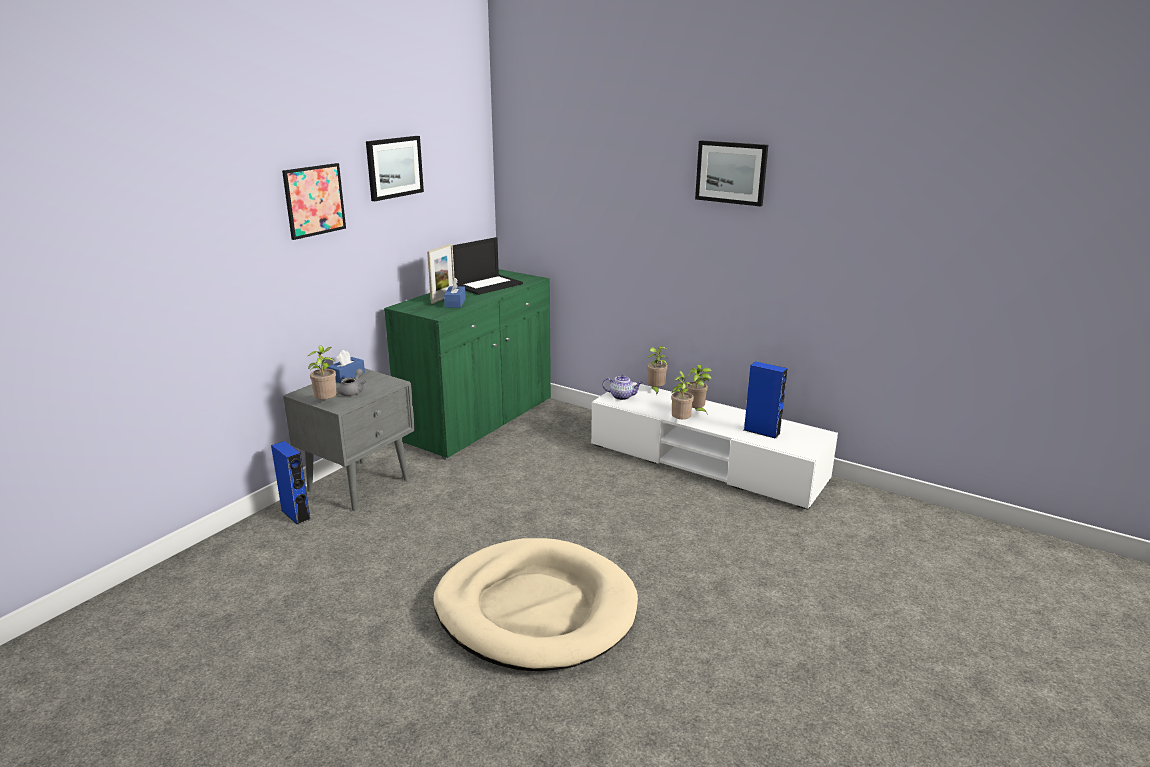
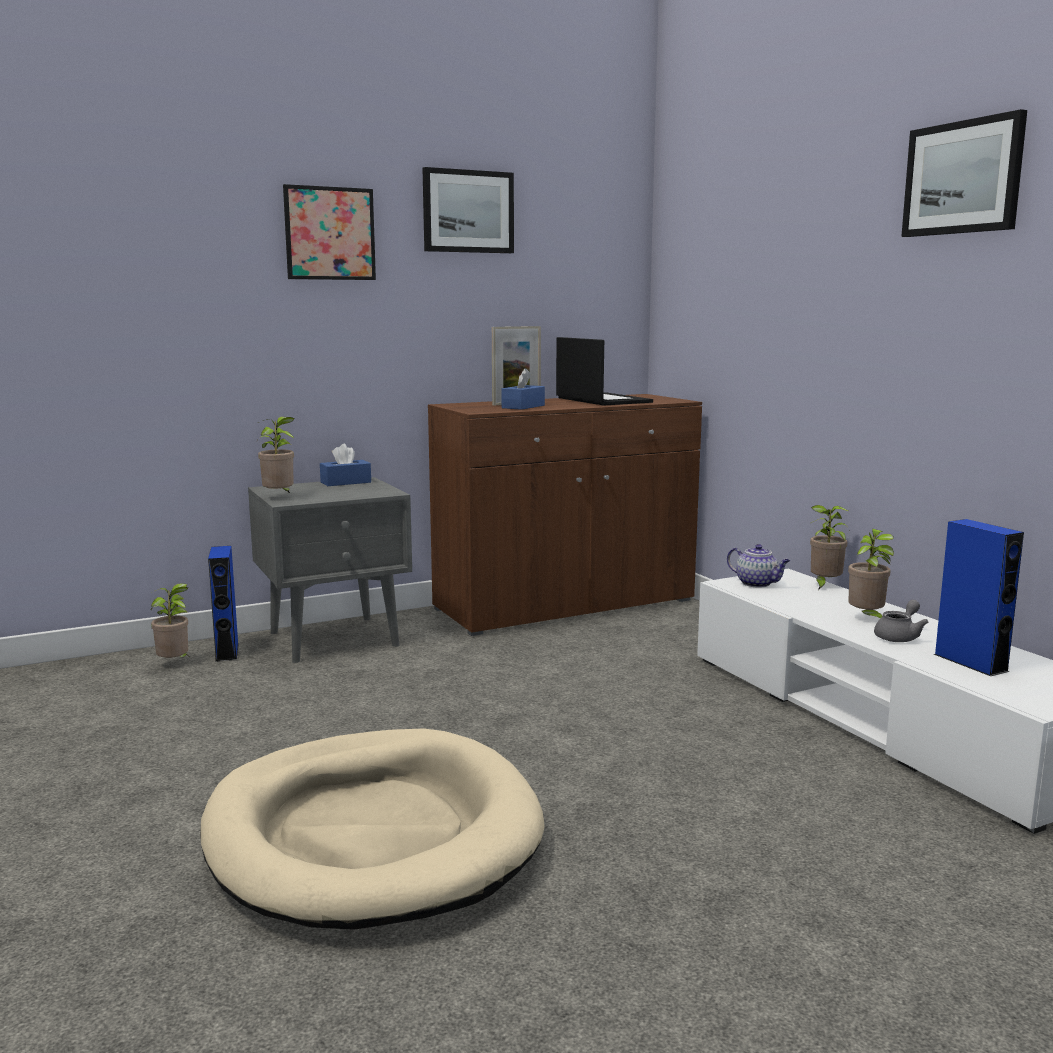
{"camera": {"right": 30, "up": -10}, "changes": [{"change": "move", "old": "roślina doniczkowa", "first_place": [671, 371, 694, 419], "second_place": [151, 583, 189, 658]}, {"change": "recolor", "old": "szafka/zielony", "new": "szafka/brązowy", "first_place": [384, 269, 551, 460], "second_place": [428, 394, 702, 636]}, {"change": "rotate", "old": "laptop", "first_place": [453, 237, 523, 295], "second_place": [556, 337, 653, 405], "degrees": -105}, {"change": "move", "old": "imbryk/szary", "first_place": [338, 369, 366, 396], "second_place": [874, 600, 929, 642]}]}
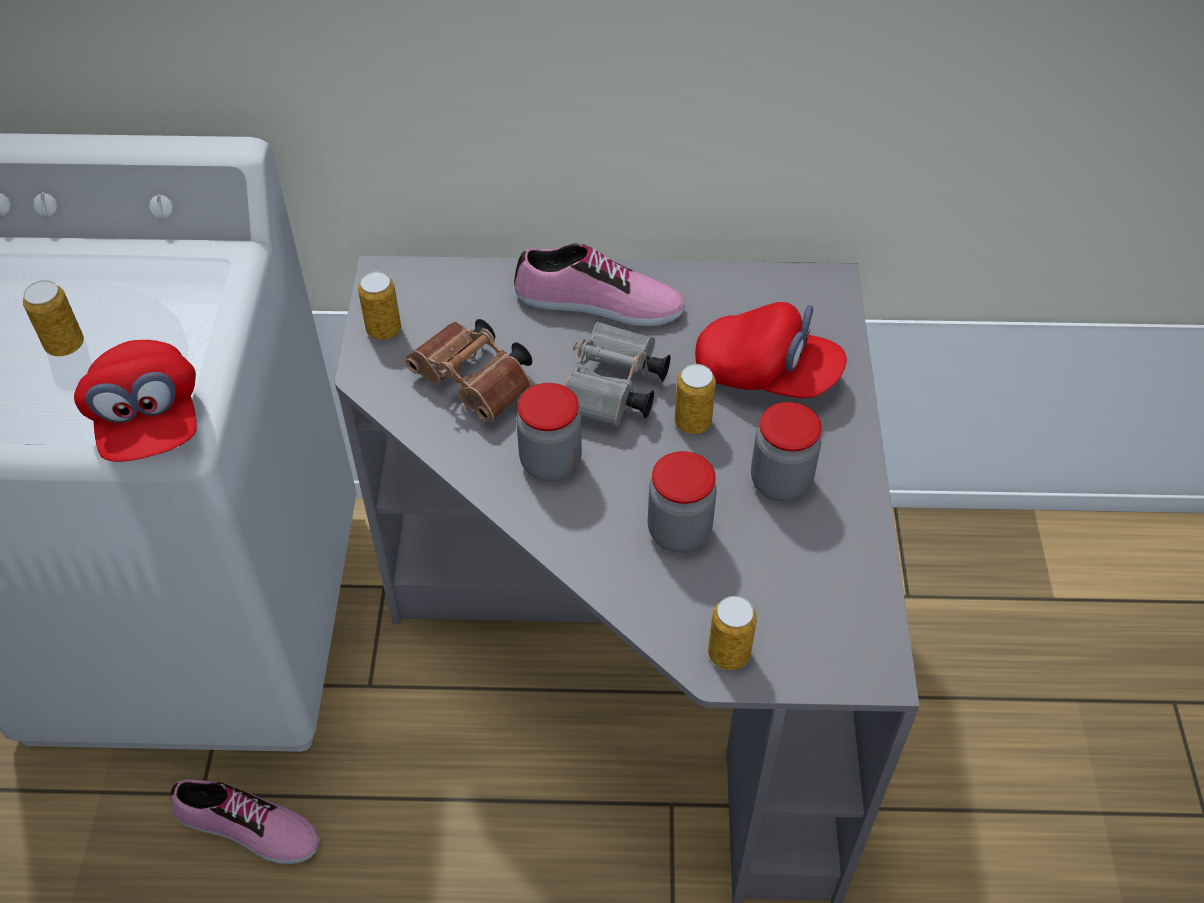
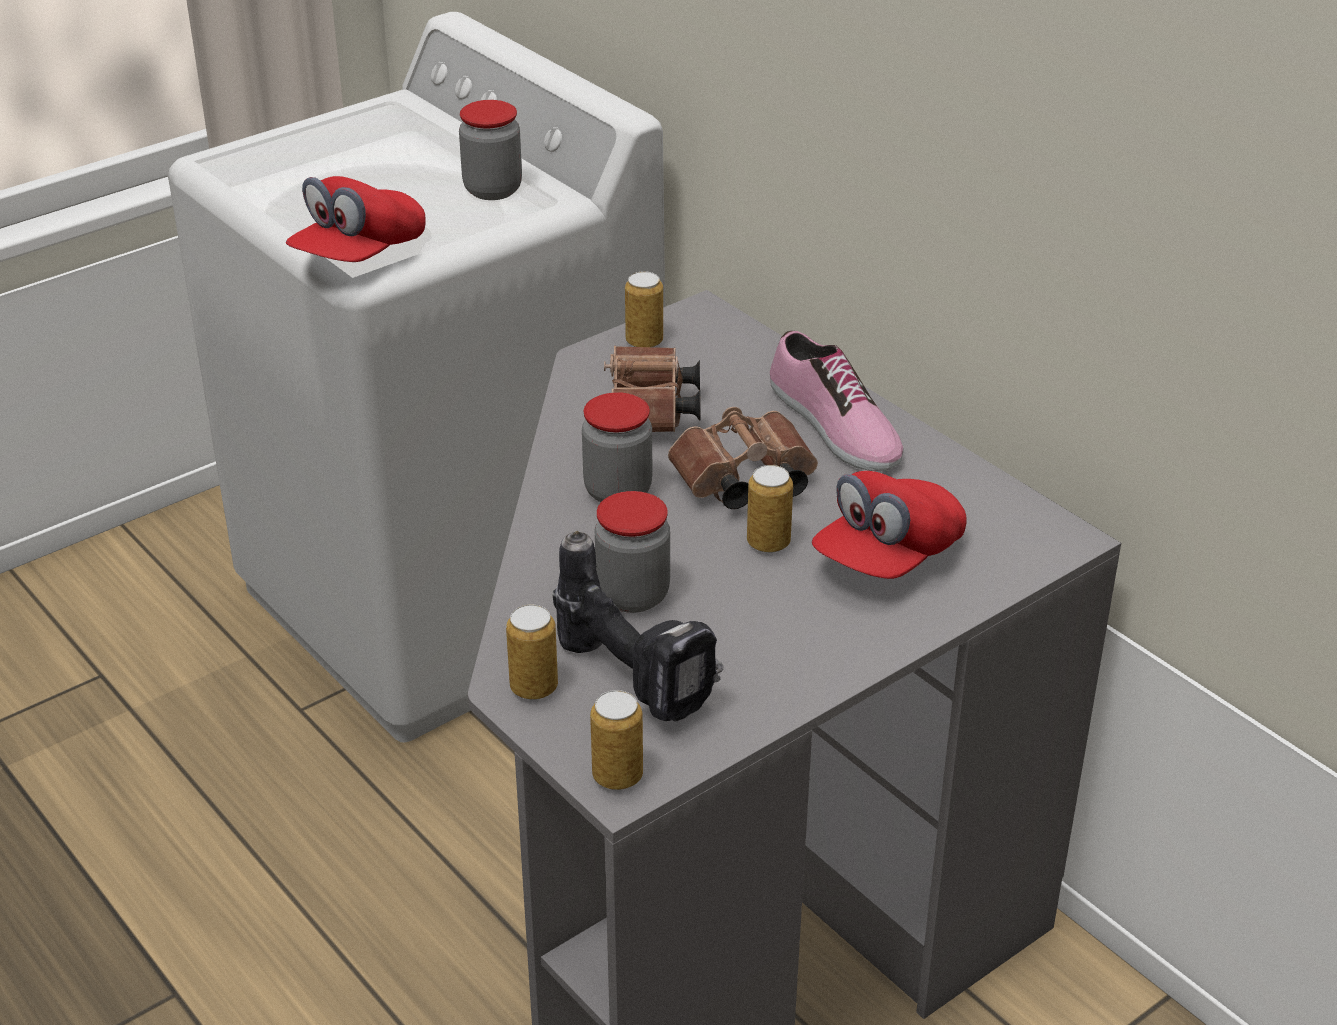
{"camera": {"right": 50, "up": -15}, "changes": [{"change": "move", "old": "słoik", "first_place": [751, 402, 822, 501], "second_place": [459, 100, 522, 200]}, {"change": "insert", "new": "wiertarka", "second_place": [552, 531, 724, 722]}, {"change": "move", "old": "puszka", "first_place": [23, 280, 84, 356], "second_place": [590, 690, 643, 790]}, {"change": "recolor", "old": "lornetka/szary", "new": "lornetka/brązowy", "first_place": [565, 322, 670, 426], "second_place": [668, 407, 818, 509]}, {"change": "rotate", "old": "czapka z daszkiem/czerwony", "first_place": [695, 302, 847, 398], "second_place": [812, 471, 966, 579], "degrees": 60}, {"change": "delete", "old": "but", "first_place": [171, 779, 320, 864]}]}
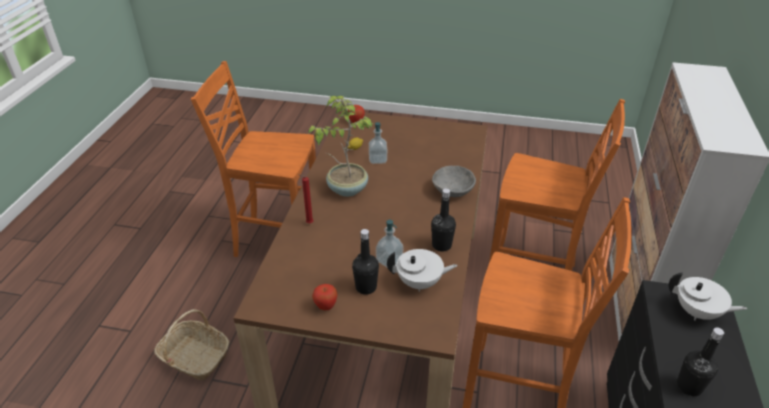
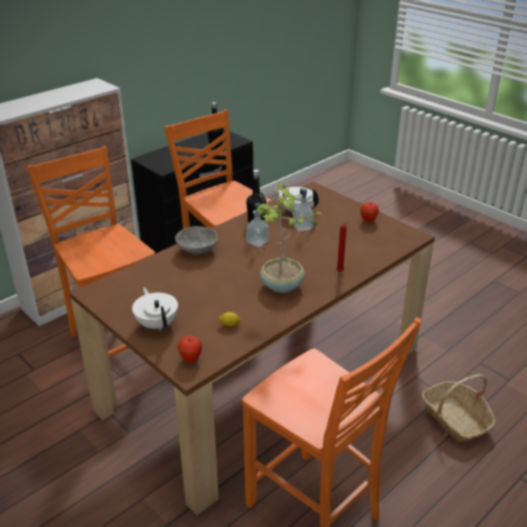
{"camera": {"right": -145, "up": -5}, "changes": [{"change": "move", "old": "imbryk/biały", "first_place": [669, 272, 747, 320], "second_place": [132, 287, 178, 331]}, {"change": "move", "old": "dozownik mydła", "first_place": [369, 122, 387, 164], "second_place": [246, 203, 269, 247]}, {"change": "delete", "old": "butelka/czarny", "first_place": [352, 229, 379, 295]}]}
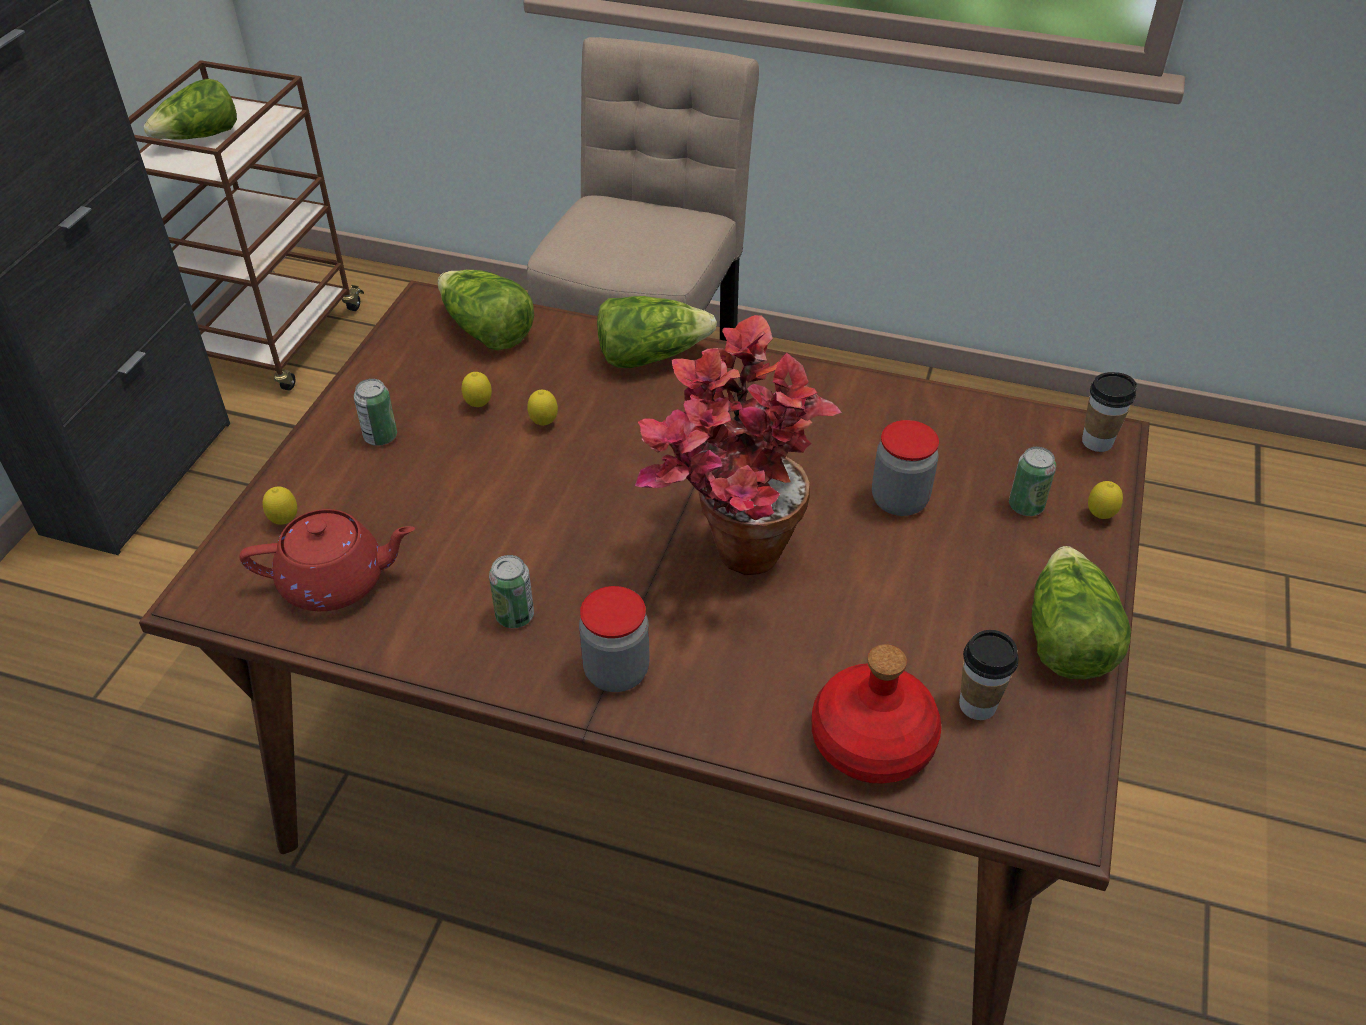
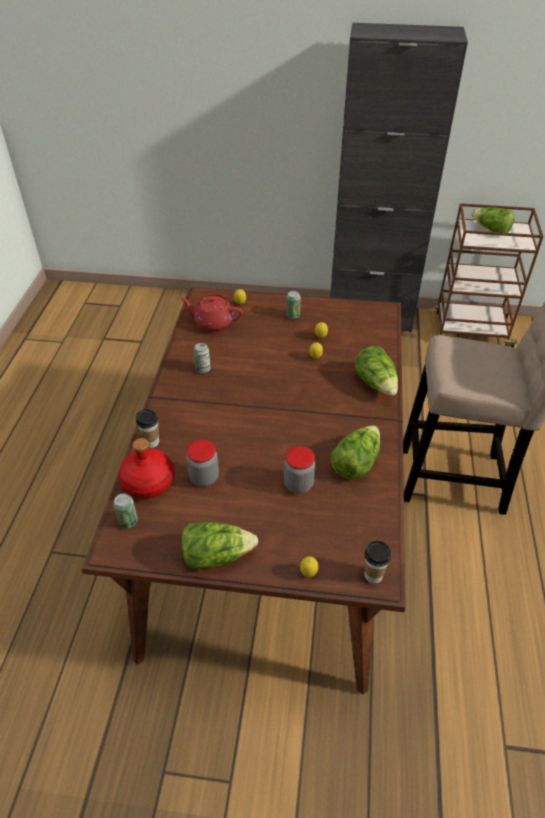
{"camera": {"right": 80, "up": 0}, "changes": [{"change": "move", "old": "puszka", "first_place": [1009, 447, 1056, 516], "second_place": [113, 493, 138, 528]}, {"change": "move", "old": "filiżanka", "first_place": [959, 630, 1019, 720], "second_place": [136, 409, 159, 448]}, {"change": "rotate", "old": "imbryk/czerwony", "first_place": [239, 509, 415, 611], "second_place": [179, 294, 243, 331], "degrees": 120}, {"change": "move", "old": "słoik", "first_place": [579, 586, 650, 692], "second_place": [186, 440, 219, 487]}, {"change": "move", "old": "sałata", "first_place": [438, 270, 534, 350], "second_place": [330, 426, 380, 480]}, {"change": "delete", "old": "roślina doniczkowa", "first_place": [635, 315, 842, 575]}]}
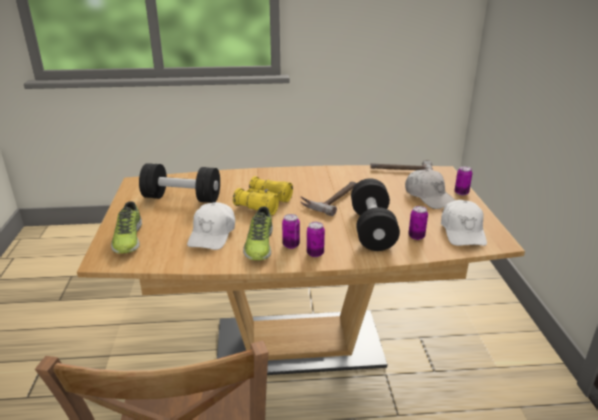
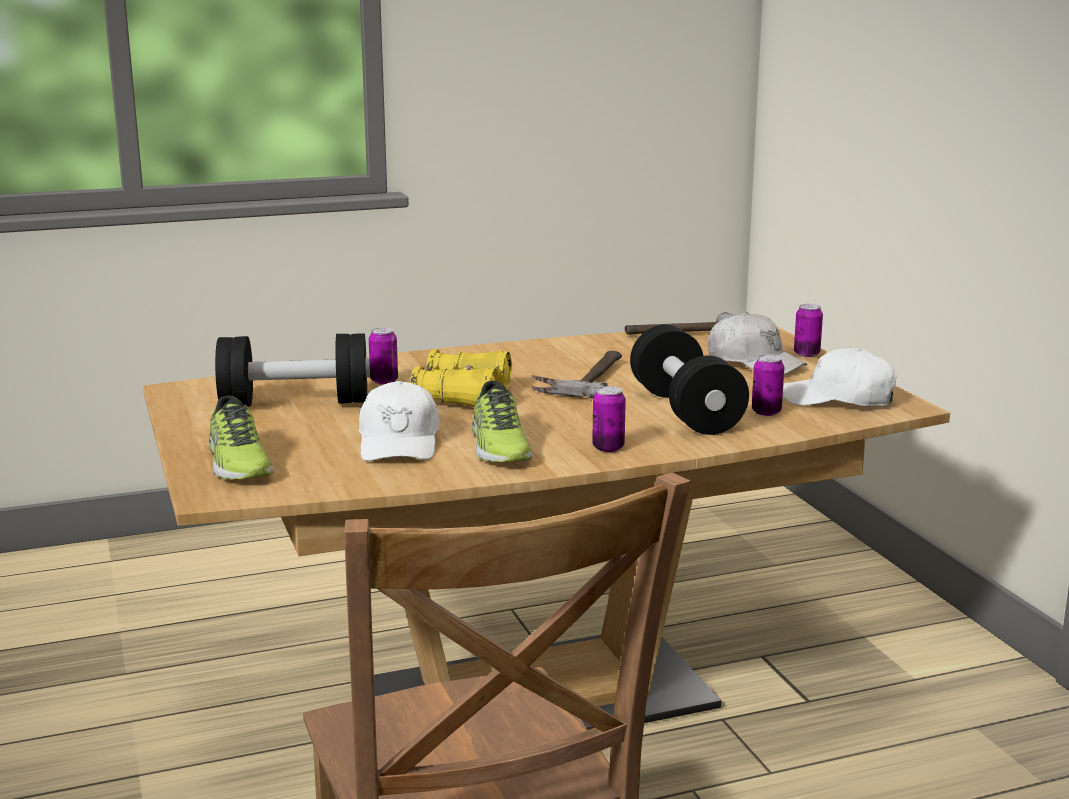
{"camera": {"right": -15, "up": -10}, "changes": [{"change": "move", "old": "puszka", "first_place": [282, 214, 300, 249], "second_place": [369, 327, 398, 385]}, {"change": "rotate", "old": "czapka z daszkiem/biały", "first_place": [441, 200, 487, 246], "second_place": [783, 348, 897, 406], "degrees": 120}]}
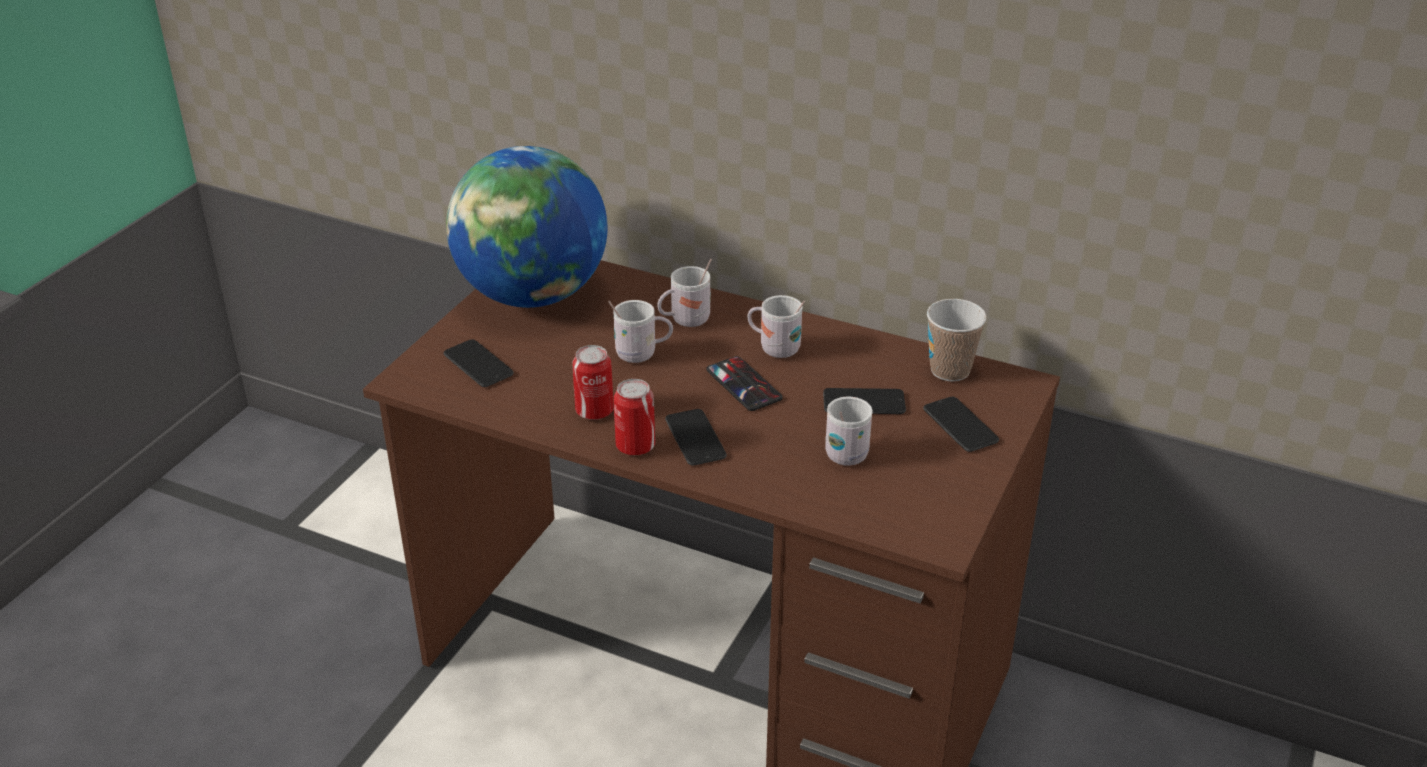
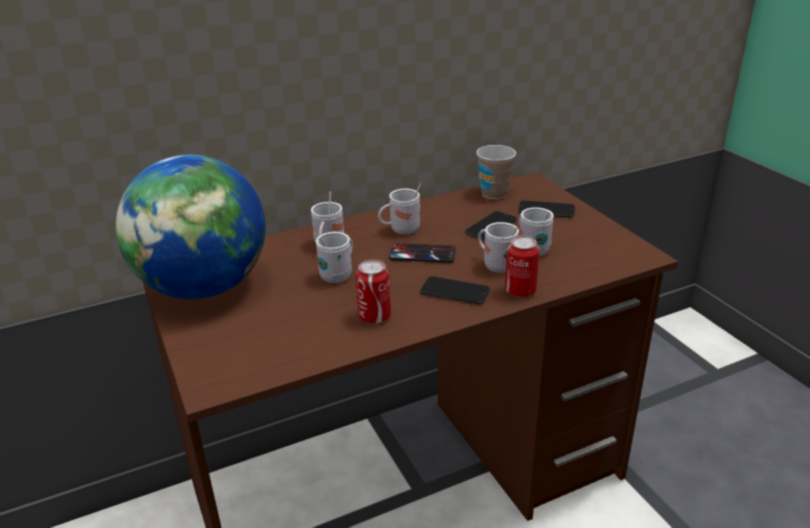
{"camera": {"right": -50, "up": -5}, "changes": [{"change": "insert", "new": "kubek/biały", "second_place": [478, 222, 519, 273]}, {"change": "move", "old": "puszka", "first_place": [614, 379, 655, 455], "second_place": [505, 236, 539, 298]}, {"change": "delete", "old": "telefon", "first_place": [444, 339, 514, 387]}]}
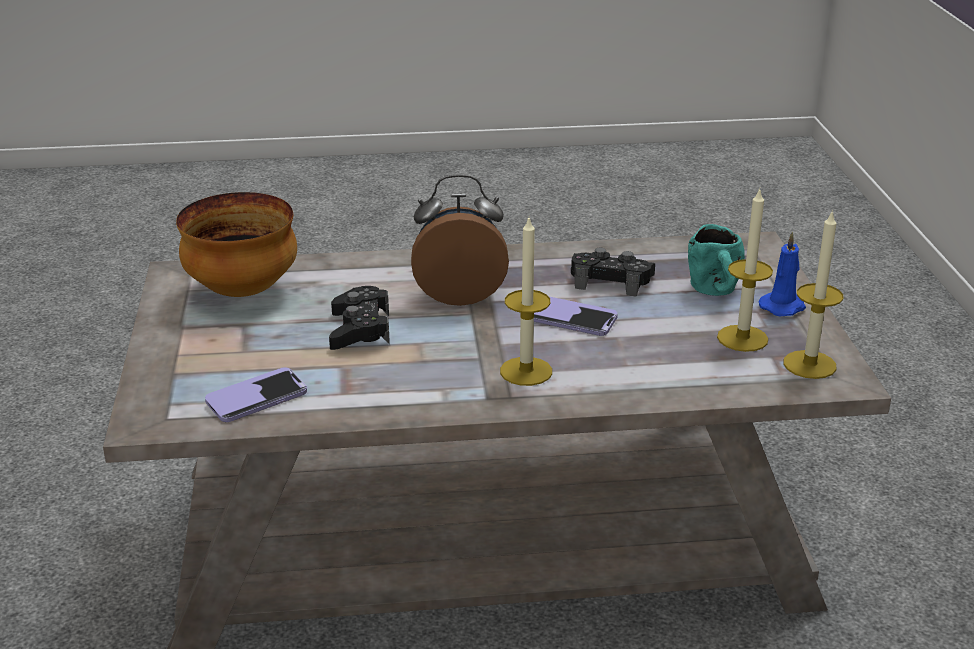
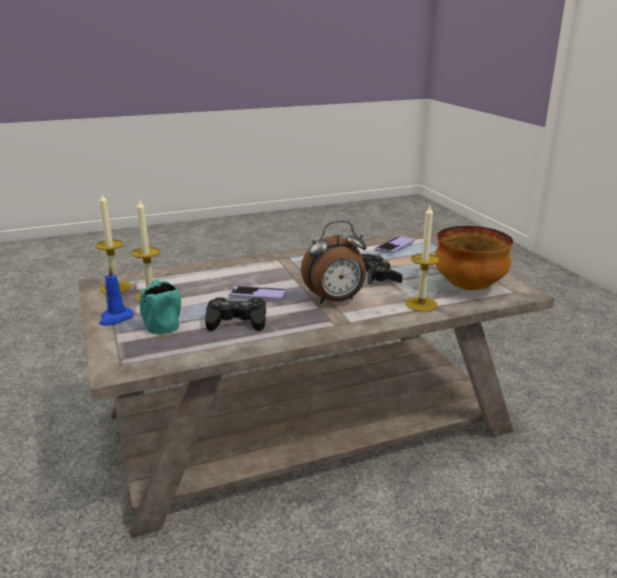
{"camera": {"right": 165, "up": -5}, "changes": [{"change": "move", "old": "świeca", "first_place": [500, 215, 552, 386], "second_place": [405, 206, 440, 312]}]}
